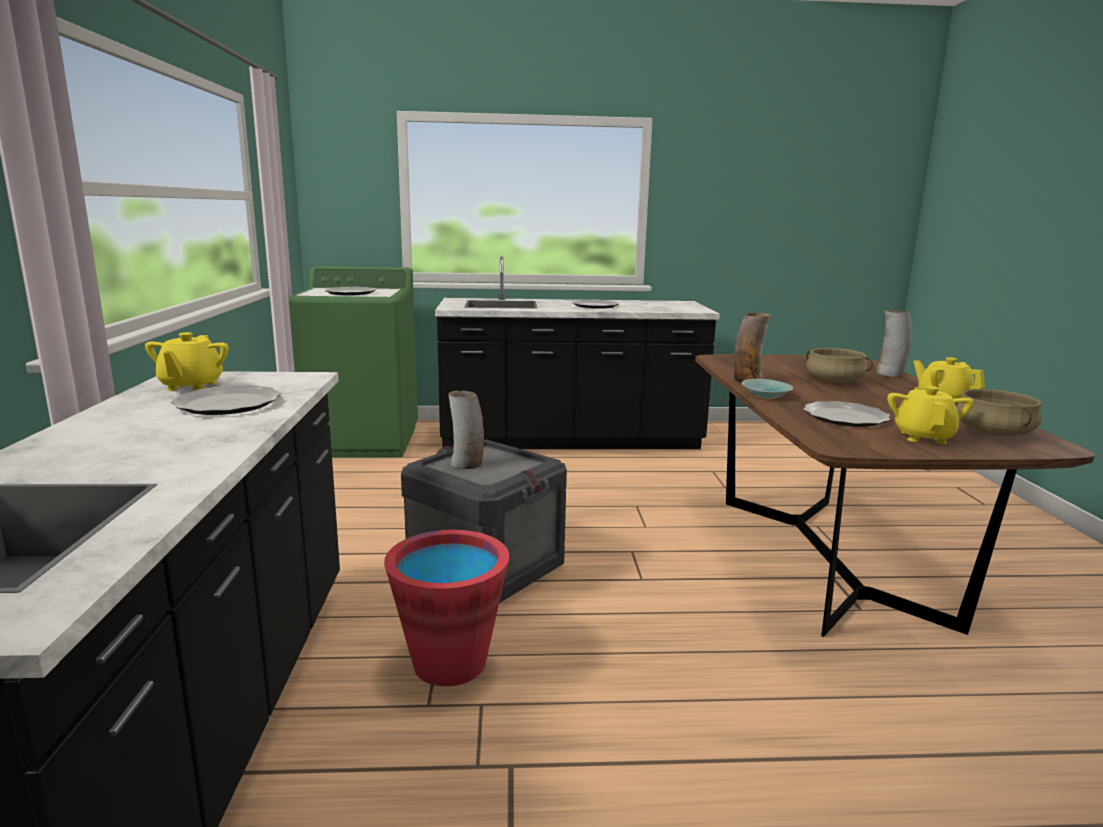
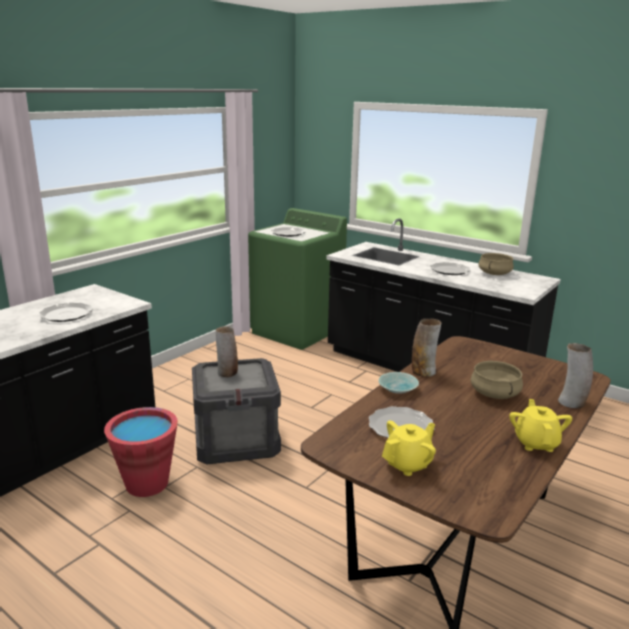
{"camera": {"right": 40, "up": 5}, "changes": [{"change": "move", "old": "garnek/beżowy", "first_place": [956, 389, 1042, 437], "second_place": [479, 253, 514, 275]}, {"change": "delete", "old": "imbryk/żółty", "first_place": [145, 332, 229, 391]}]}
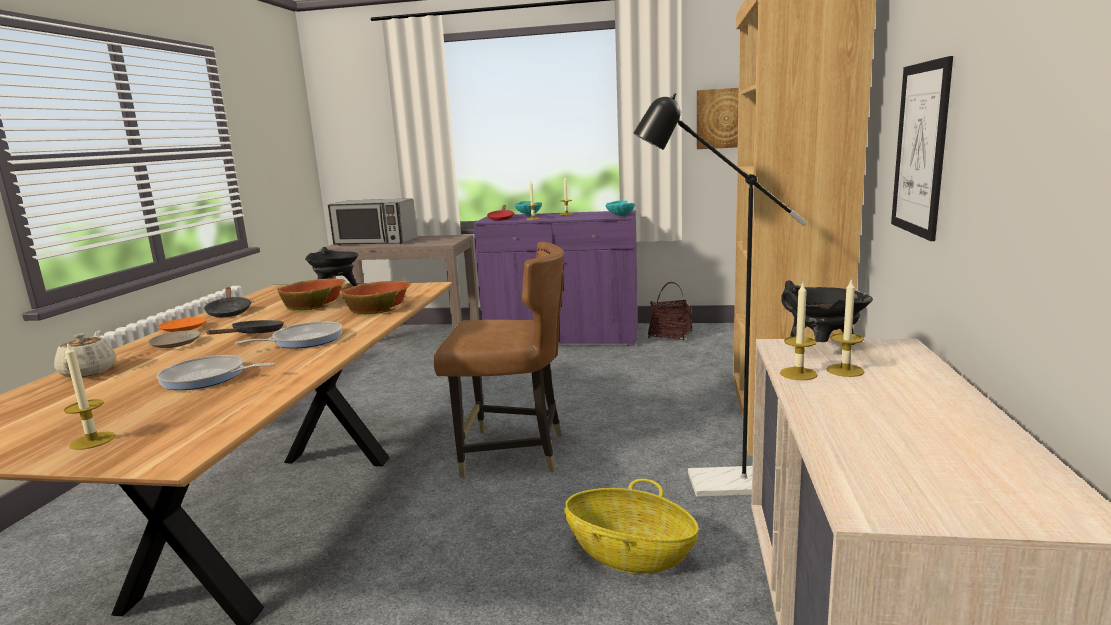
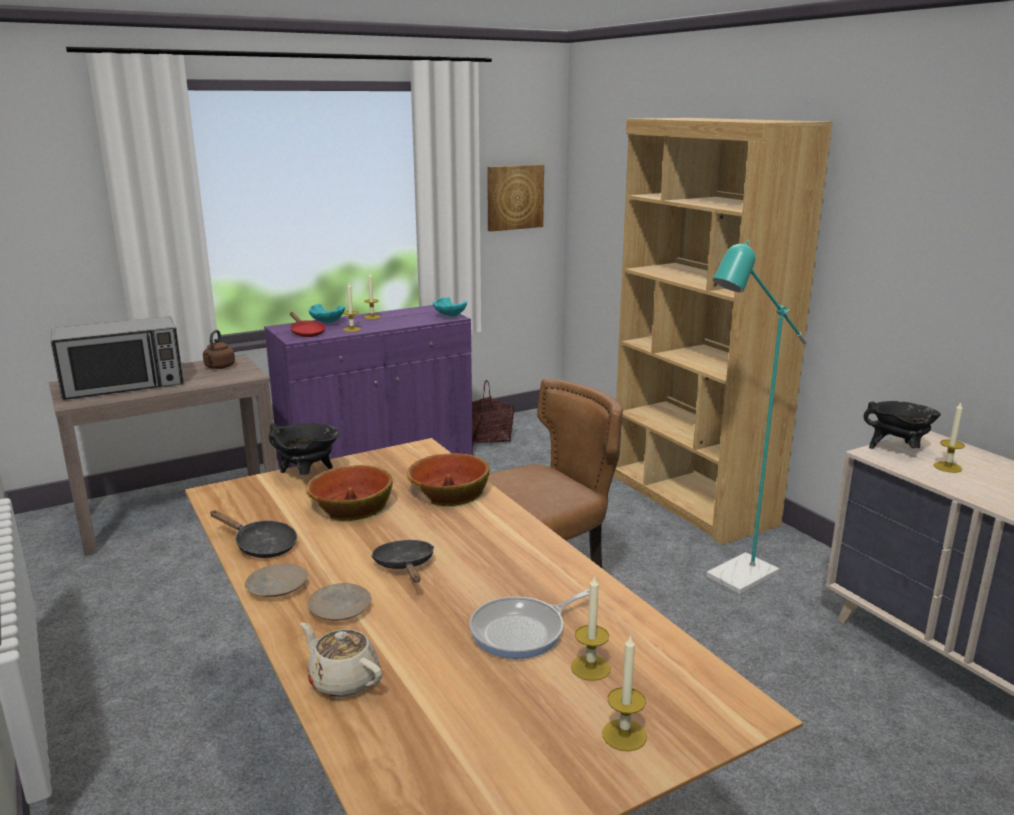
{"camera": {"right": -40, "up": 5}, "changes": [{"change": "insert", "new": "czajnik/brązowy", "second_place": [203, 330, 235, 369]}, {"change": "recolor", "old": "talerz/pomarańczowy", "new": "talerz/beżowy", "first_place": [158, 317, 207, 332], "second_place": [245, 563, 308, 597]}, {"change": "move", "old": "świeca", "first_place": [780, 283, 818, 380], "second_place": [571, 575, 611, 681]}, {"change": "recolor", "old": "lampa stojąca/czarny", "new": "lampa stojąca/turkusowy", "first_place": [633, 93, 807, 497], "second_place": [706, 240, 807, 594]}, {"change": "delete", "old": "patelnia", "first_place": [235, 321, 343, 349]}, {"change": "delete", "old": "koszyk", "first_place": [564, 479, 699, 574]}, {"change": "delete", "old": "obraz", "first_place": [891, 56, 953, 241]}]}
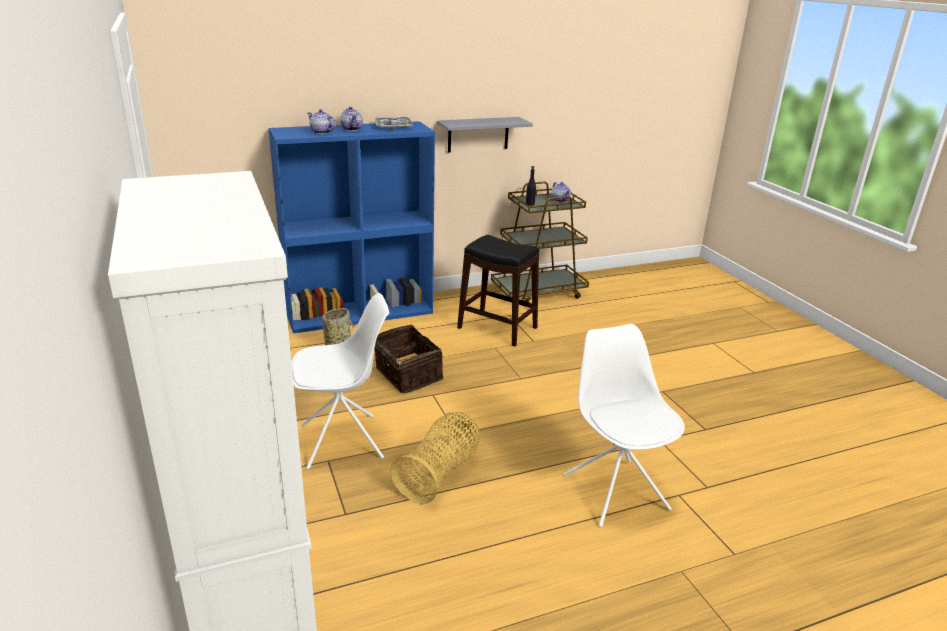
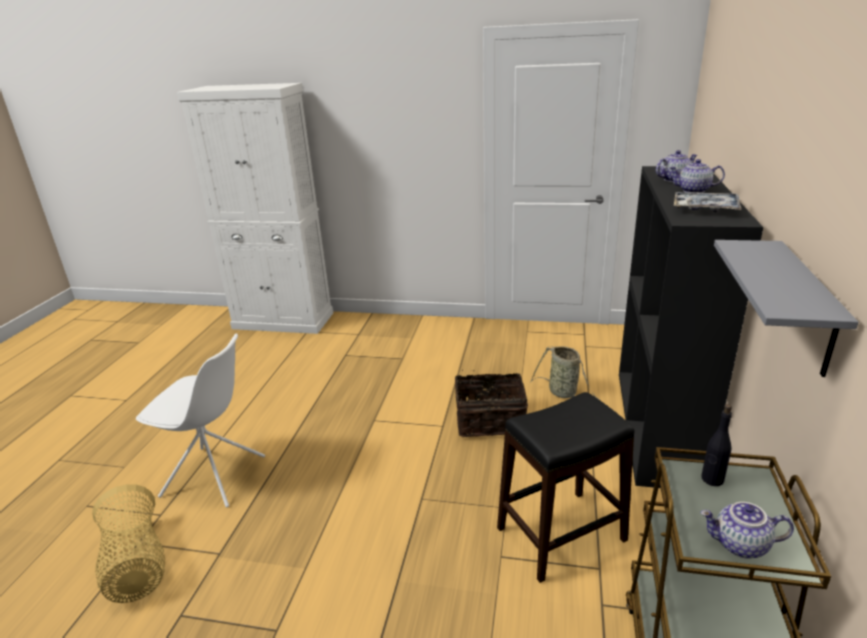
{"camera": {"right": 125, "up": 0}, "changes": [{"change": "move", "old": "koszyk", "first_place": [391, 412, 480, 504], "second_place": [92, 484, 165, 603]}, {"change": "recolor", "old": "regał/niebieski", "new": "regał/czarny", "first_place": [268, 121, 435, 333], "second_place": [619, 166, 764, 488]}, {"change": "delete", "old": "krzesło/biały", "first_place": [291, 293, 389, 469]}]}
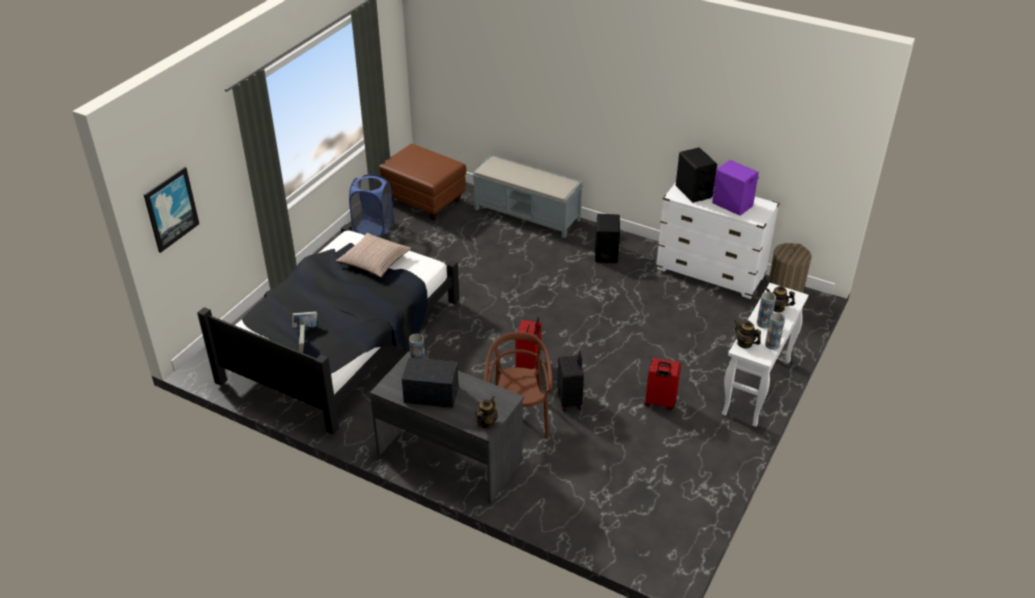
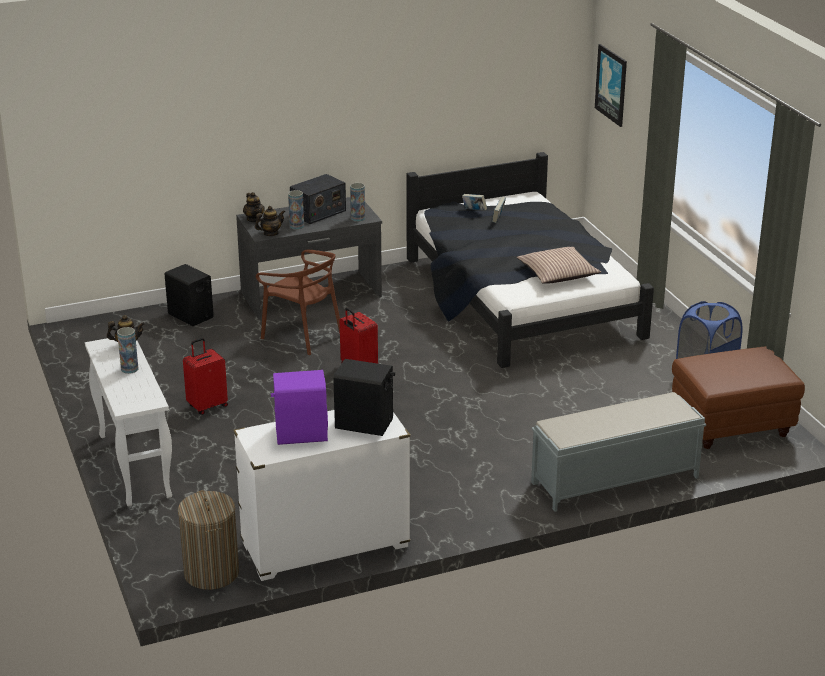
{"camera": {"right": 130, "up": -10}, "changes": [{"change": "move", "old": "głośnik/czarny", "first_place": [595, 214, 620, 263], "second_place": [165, 264, 214, 326]}, {"change": "move", "old": "imbryk", "first_place": [765, 285, 795, 313], "second_place": [255, 206, 285, 236]}, {"change": "move", "old": "wazon", "first_place": [765, 313, 785, 350], "second_place": [288, 190, 304, 230]}, {"change": "delete", "old": "walizka/czarny", "first_place": [557, 351, 584, 411]}]}
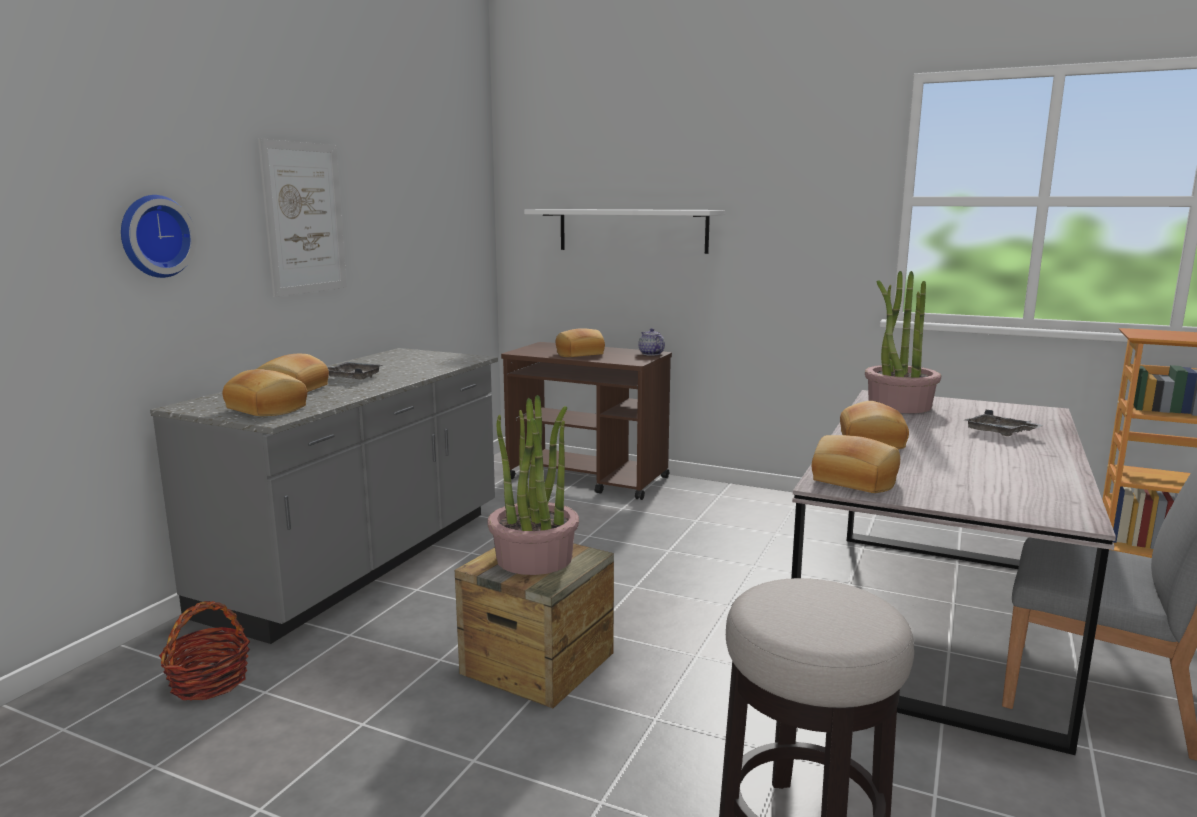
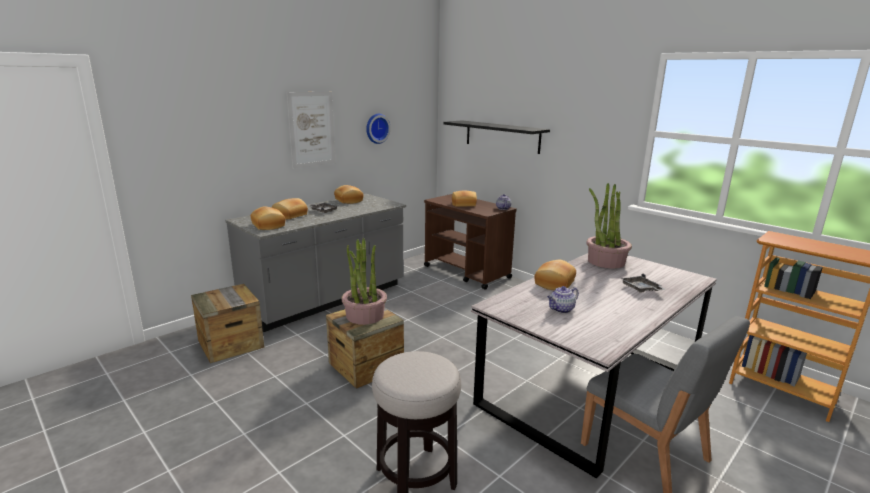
{"camera": {"right": 20, "up": 5}, "changes": [{"change": "replace", "old": "koszyk", "new": "skrzynka", "first_place": [159, 601, 250, 701], "second_place": [191, 284, 264, 363]}, {"change": "move", "old": "chleb", "first_place": [812, 435, 900, 493], "second_place": [334, 185, 364, 204]}, {"change": "move", "old": "zegar ścienny", "first_place": [121, 195, 196, 278], "second_place": [366, 114, 391, 144]}, {"change": "recolor", "old": "półka/biały", "new": "półka/czarny", "first_place": [524, 209, 725, 254], "second_place": [443, 120, 550, 154]}, {"change": "insert", "new": "imbryk", "second_place": [547, 286, 579, 313]}]}
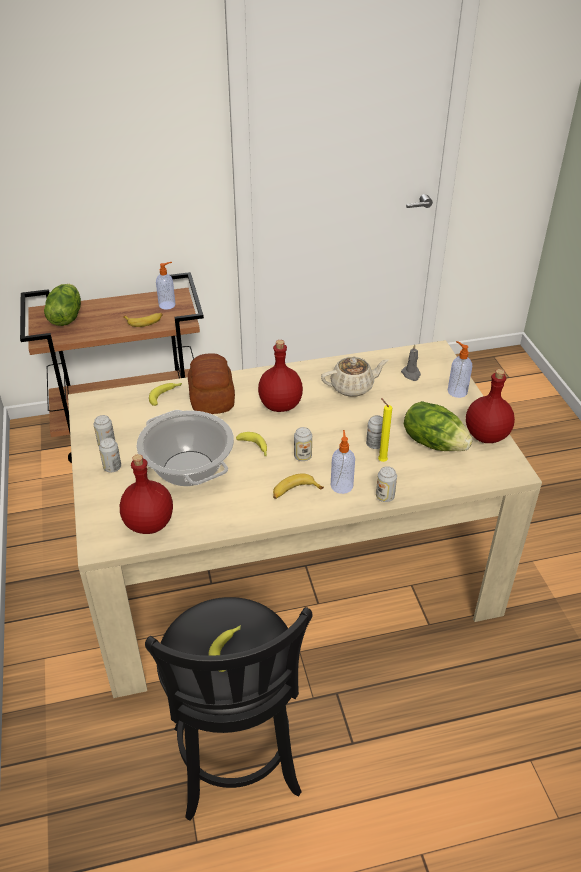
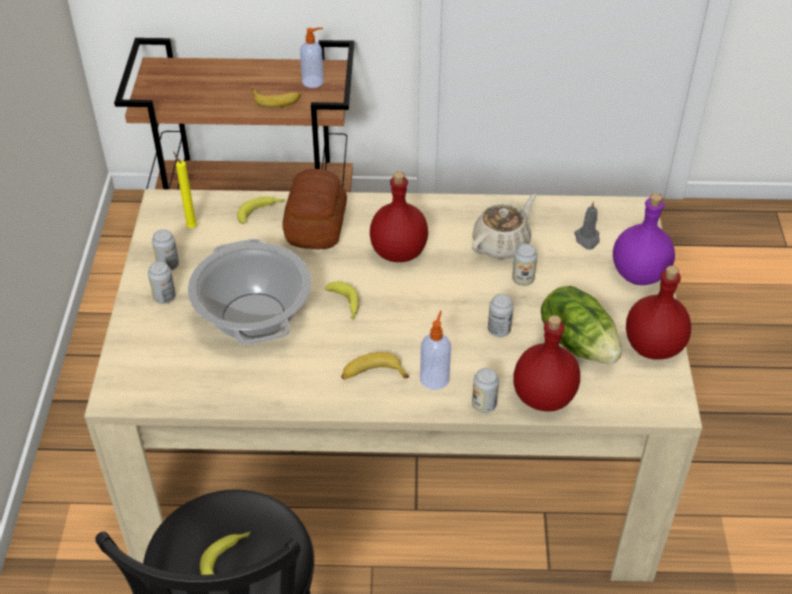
{"camera": {"right": 15, "up": 5}, "changes": [{"change": "move", "old": "świeca/żółty", "first_place": [378, 398, 392, 462], "second_place": [173, 151, 197, 228]}, {"change": "rotate", "old": "imbryk/beżowy", "first_place": [321, 357, 389, 397], "second_place": [472, 194, 536, 259], "degrees": -45}, {"change": "move", "old": "puszka", "first_place": [294, 427, 312, 461], "second_place": [512, 244, 537, 286]}, {"change": "move", "old": "butelka/czerwony", "first_place": [120, 454, 173, 534], "second_place": [513, 315, 580, 412]}, {"change": "replace", "old": "dozownik mydła", "new": "butelka/fioletowy", "first_place": [448, 341, 472, 398], "second_place": [613, 193, 675, 285]}, {"change": "delete", "old": "sałata", "first_place": [44, 284, 81, 326]}]}
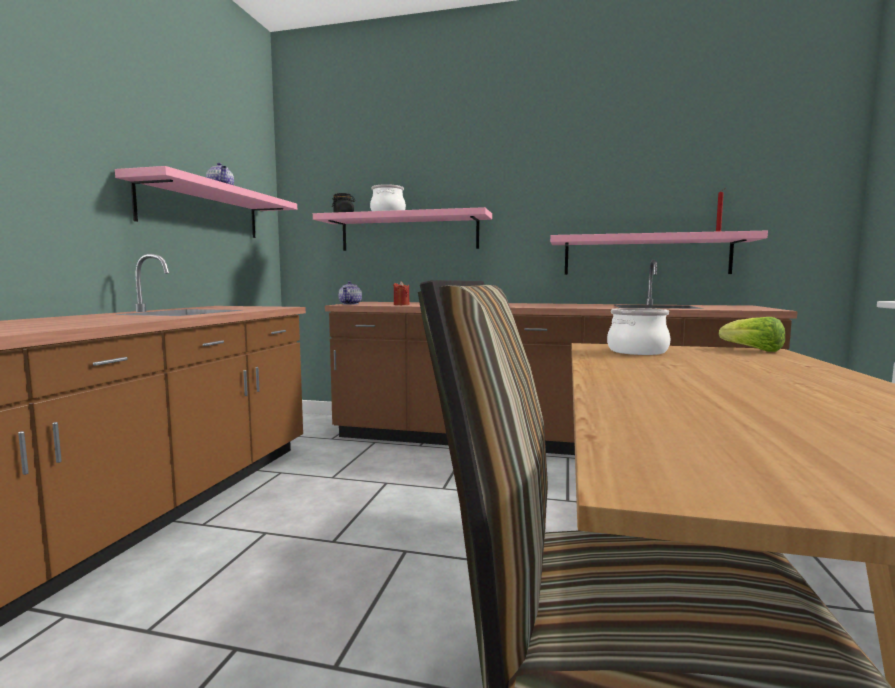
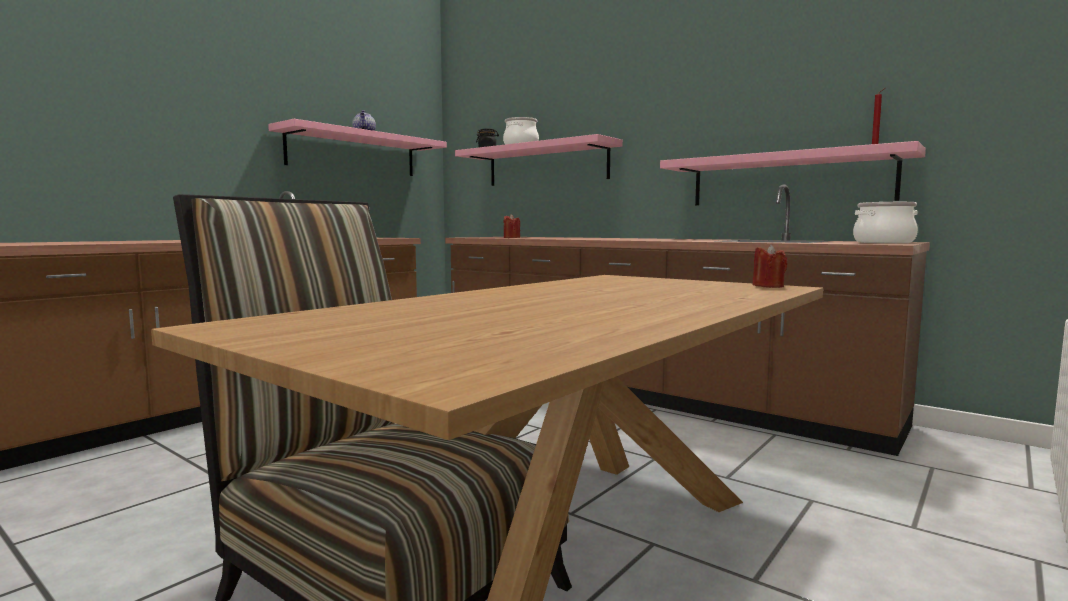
{"camera": {"right": 25, "up": 0}, "changes": [{"change": "replace", "old": "sałata", "new": "świeca/czerwony", "first_place": [719, 317, 785, 352], "second_place": [753, 244, 788, 288]}, {"change": "move", "old": "garnek", "first_place": [607, 308, 671, 355], "second_place": [853, 202, 918, 243]}, {"change": "delete", "old": "imbryk", "first_place": [338, 281, 362, 305]}]}
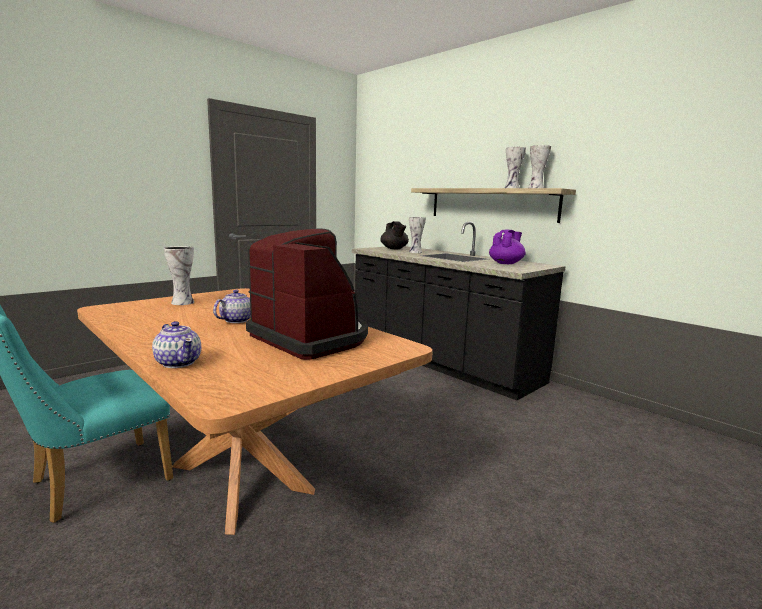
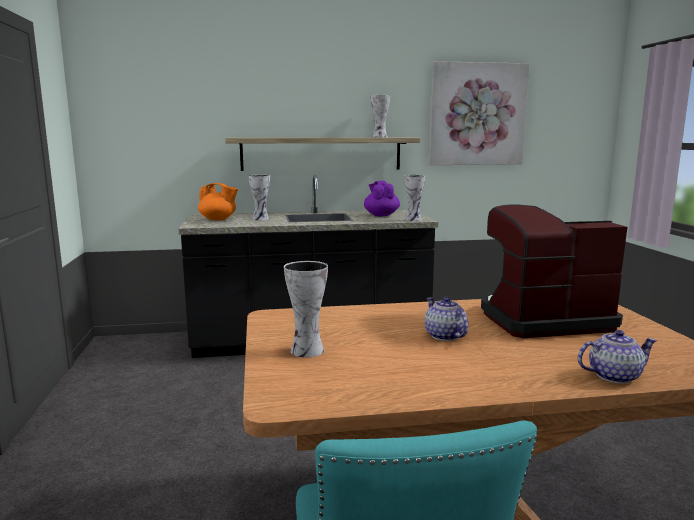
{"camera": {"right": -55, "up": 0}, "changes": [{"change": "recolor", "old": "imbryk/czarny", "new": "imbryk/pomarańczowy", "first_place": [380, 221, 409, 249], "second_place": [198, 183, 238, 220]}, {"change": "move", "old": "wazon", "first_place": [505, 147, 526, 188], "second_place": [404, 175, 426, 221]}, {"change": "insert", "new": "obraz", "second_place": [429, 61, 530, 165]}]}
